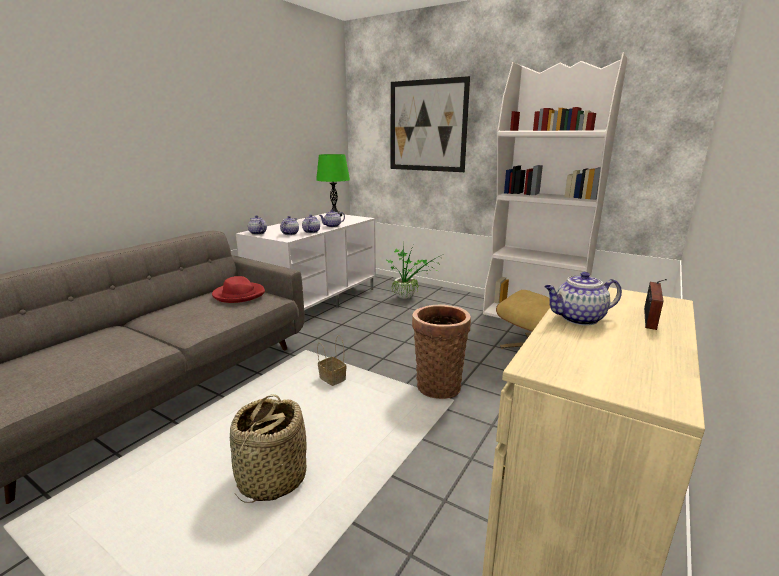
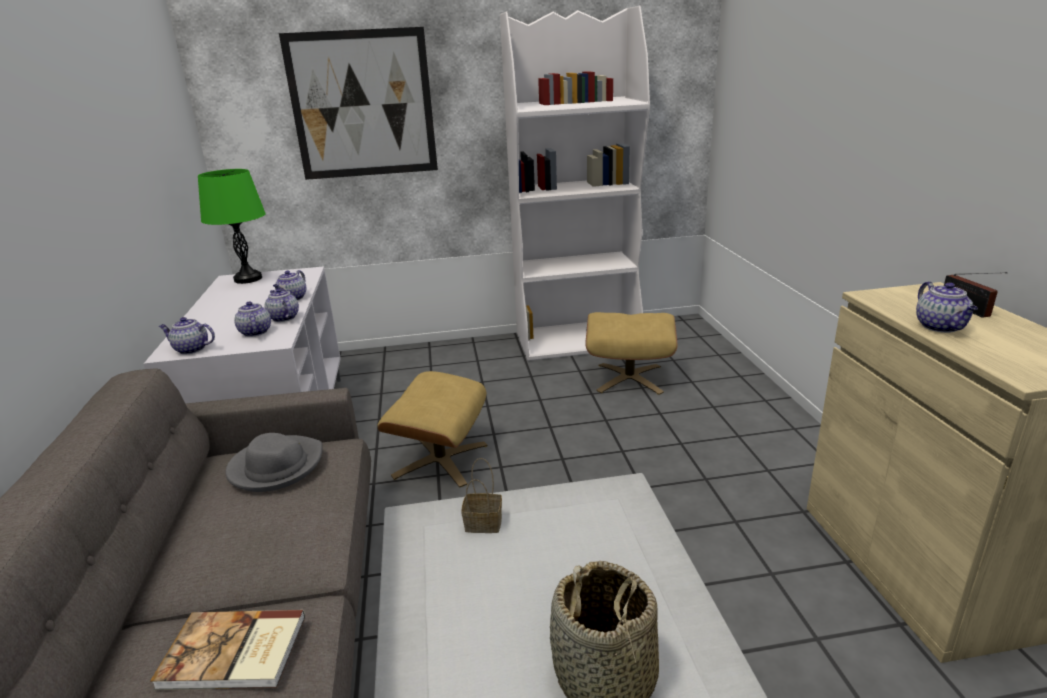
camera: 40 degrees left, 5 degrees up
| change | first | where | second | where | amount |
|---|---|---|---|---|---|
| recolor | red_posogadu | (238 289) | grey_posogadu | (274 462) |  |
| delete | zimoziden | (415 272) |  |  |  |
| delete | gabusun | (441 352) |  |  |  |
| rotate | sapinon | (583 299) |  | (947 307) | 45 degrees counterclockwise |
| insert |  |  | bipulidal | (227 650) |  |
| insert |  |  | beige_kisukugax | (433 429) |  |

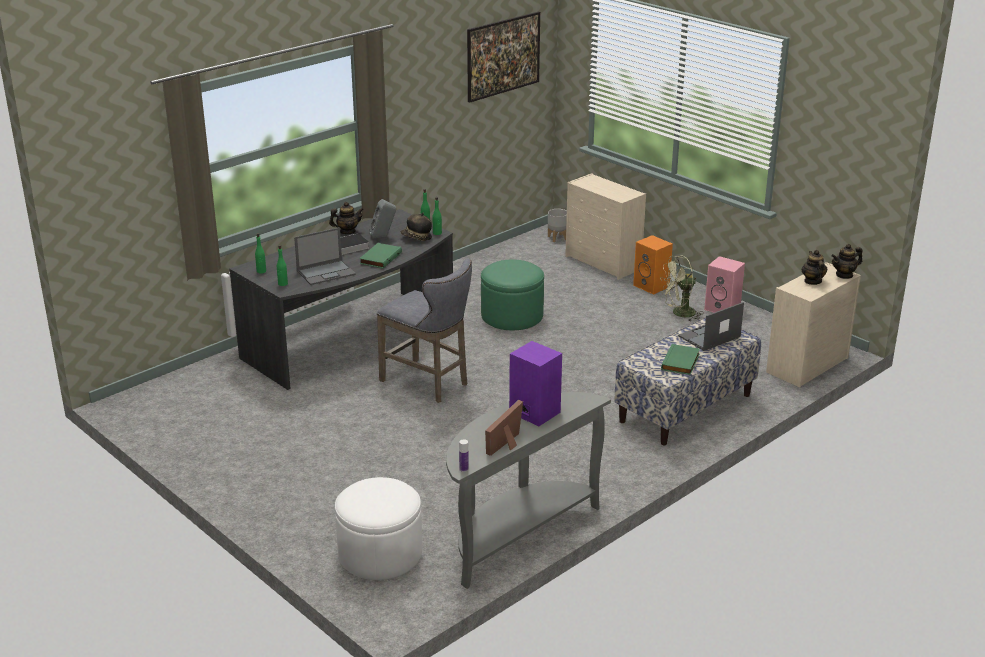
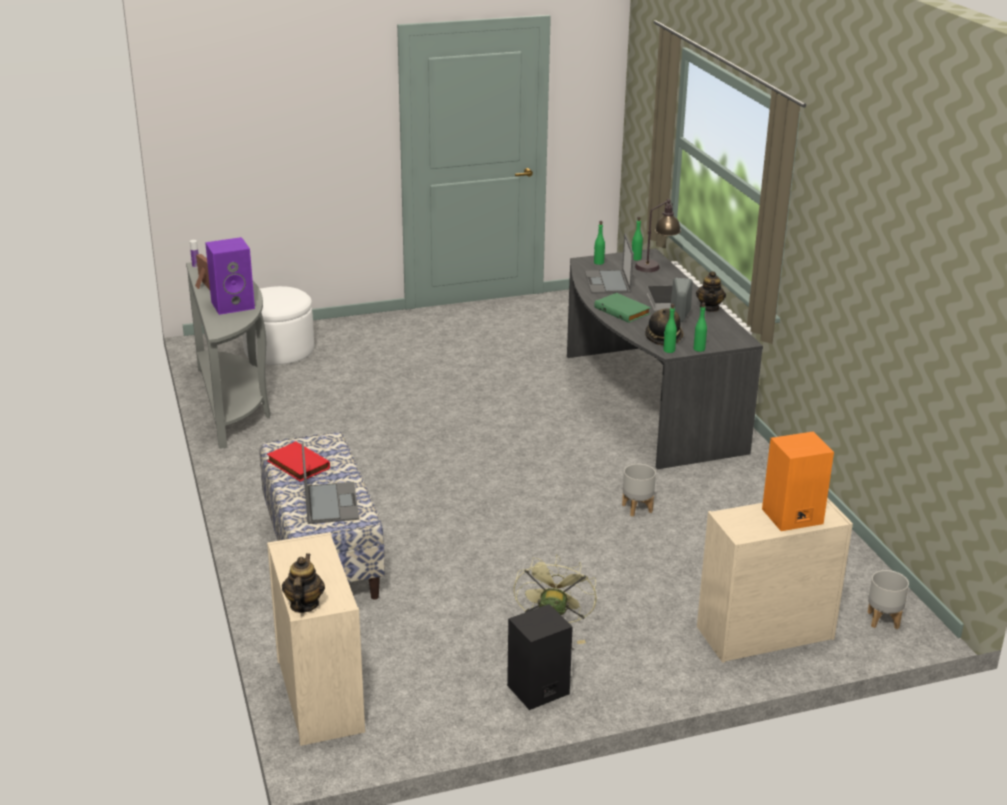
camera: 115 degrees right, 0 degrees up
| change | first | where | second | where | amount |
|---|---|---|---|---|---|
| delete | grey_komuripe | (424 330) |  |  |  |
| delete | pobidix | (503 57) |  |  |  |
| replace | green_kisukugax | (512 294) | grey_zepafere | (639 490) |  |
| move | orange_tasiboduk | (653 265) |  | (798 481) |  |
| recolor | green_bipulidal | (680 359) | red_bipulidal | (298 461) |  |
| recolor | pink_tasiboduk | (724 284) | black_tasiboduk | (540 657) |  |
| delete | sapinon | (814 267) |  |  |  |
| insert |  |  | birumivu | (658 235) |  |

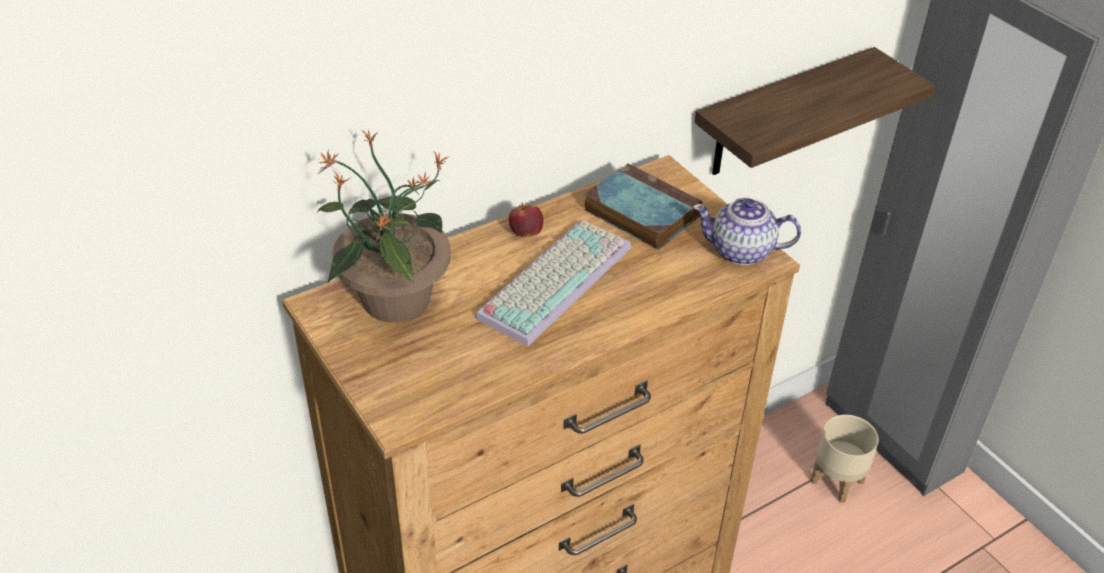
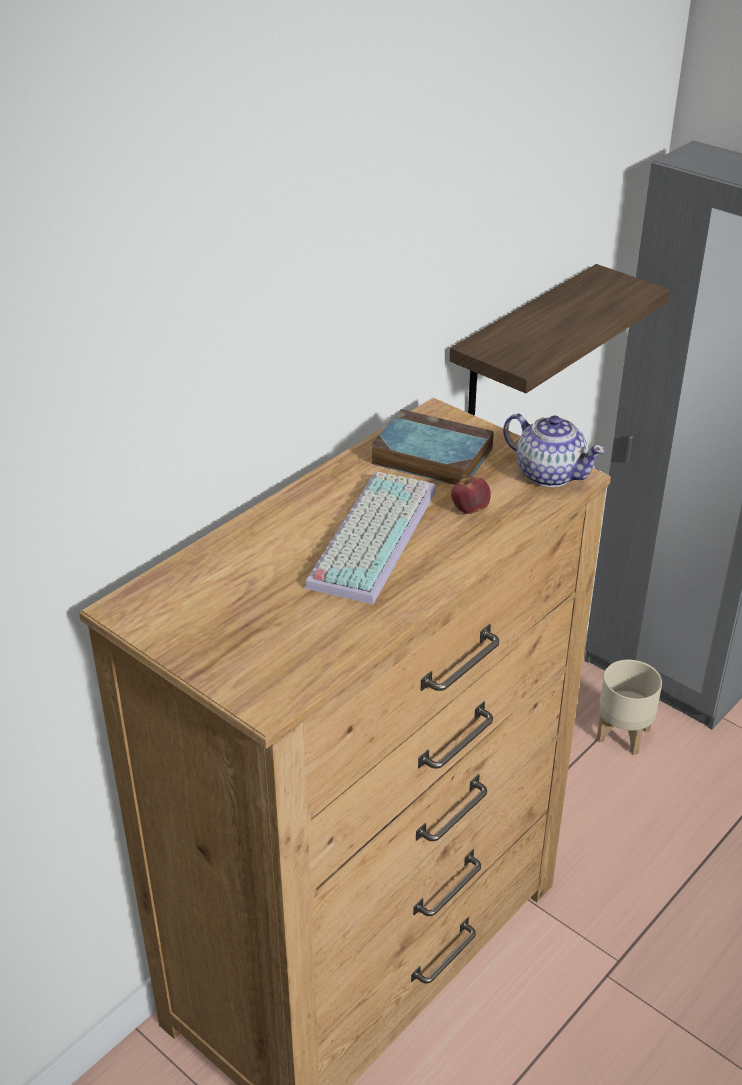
camera: 15 degrees left, 5 degrees down
| change | first | where | second | where | amount |
|---|---|---|---|---|---|
| delete | zimoziden | (383 225) |  |  |  |
| move | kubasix | (526 219) |  | (471 495) |  |
| rotate | sapinon | (747 231) |  | (554 450) | 135 degrees counterclockwise |

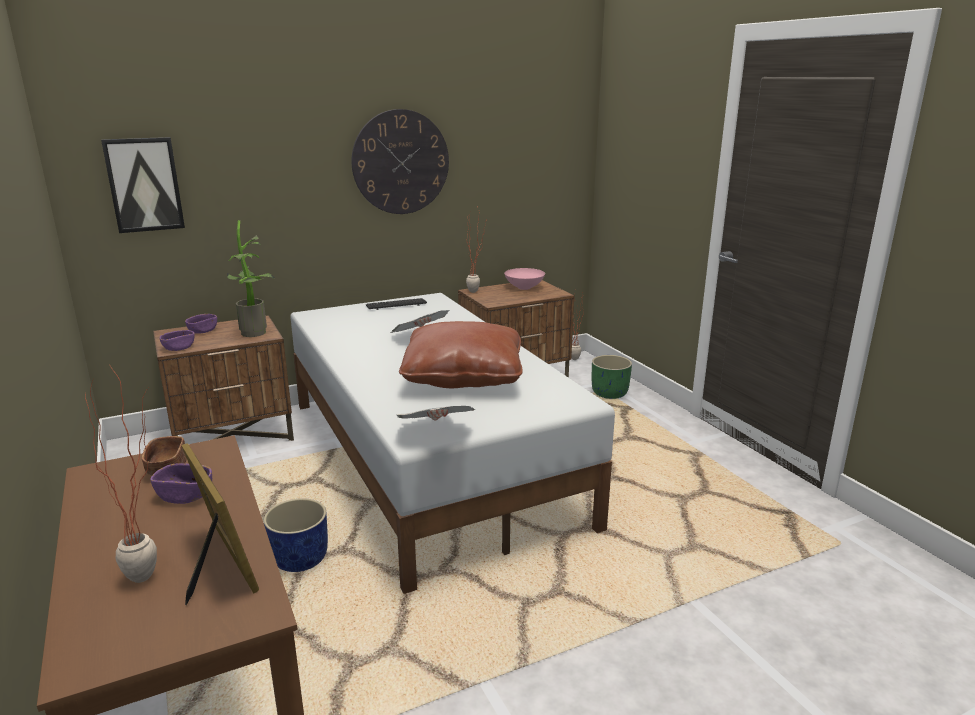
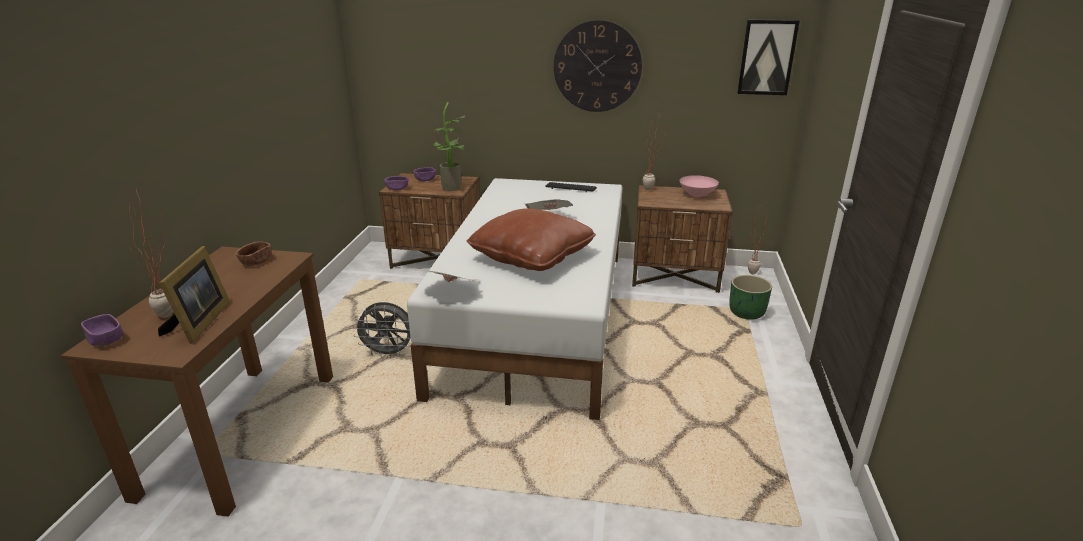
camera: 35 degrees right, 5 degrees up
| change | first | where | second | where | amount |
|---|---|---|---|---|---|
| move | pobidix | (143 185) |  | (768 57) |  |
| move | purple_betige | (181 483) |  | (102 330) |  |
| replace | blue_zepafere | (296 535) | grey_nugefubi | (381 330) |  |

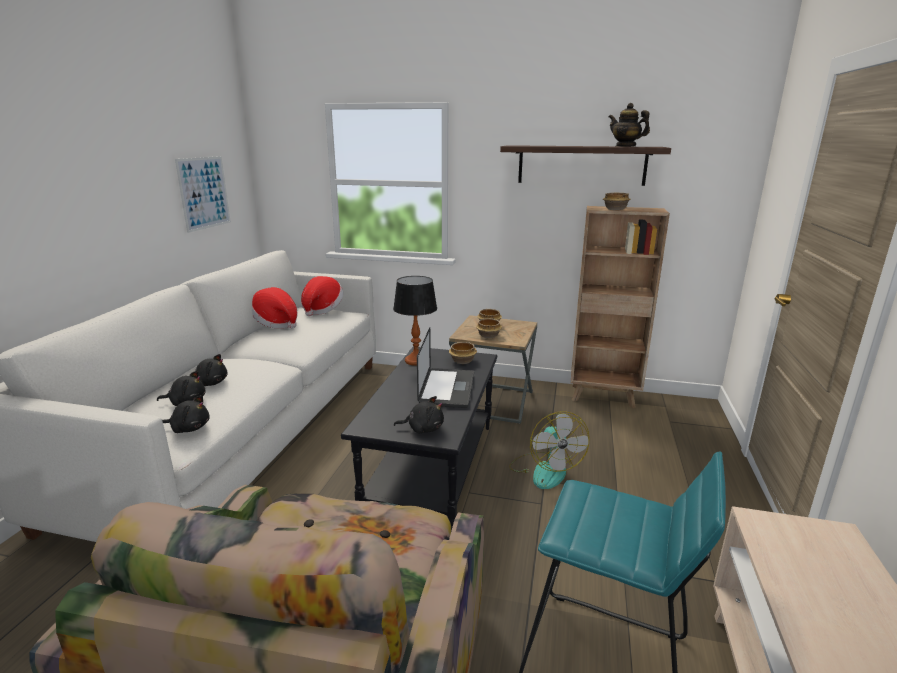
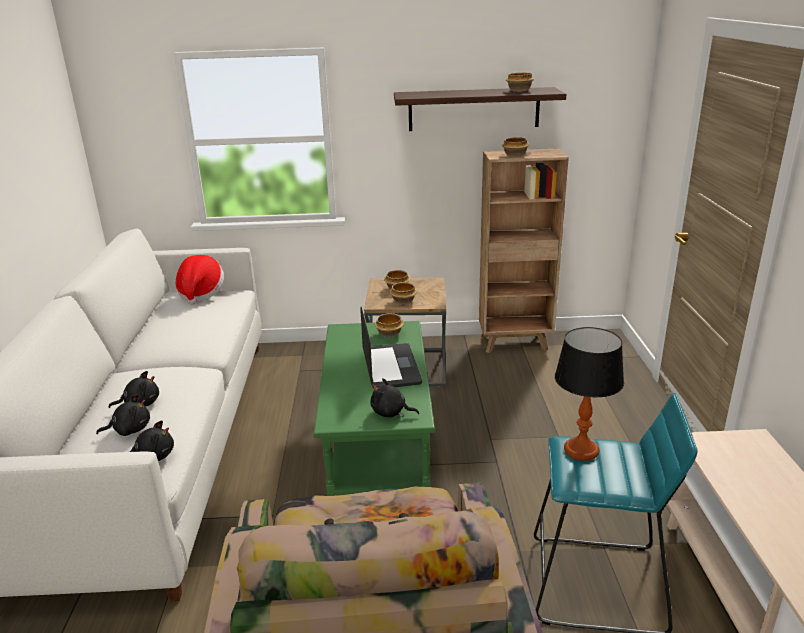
camera: 15 degrees left, 5 degrees up
| change | first | where | second | where | amount |
|---|---|---|---|---|---|
| delete | pobidix | (203 194) |  |  |  |
| delete | posogadu | (275 308) |  |  |  |
| recolor | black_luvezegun | (419 439) | green_luvezegun | (374 408) |  |
| move | birumivu | (415 321) |  | (589 394) |  |
| rotate | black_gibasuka | (419 414) |  | (394 397) | 150 degrees counterclockwise |
| delete | nugefubi | (549 450) |  |  |  |
| replace | sapinon | (629 125) | betige | (520 82) |  |

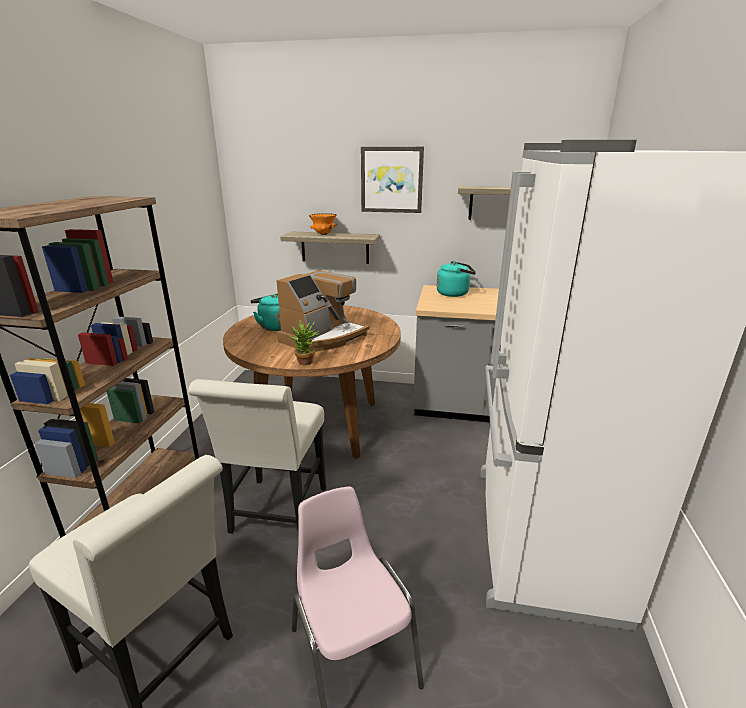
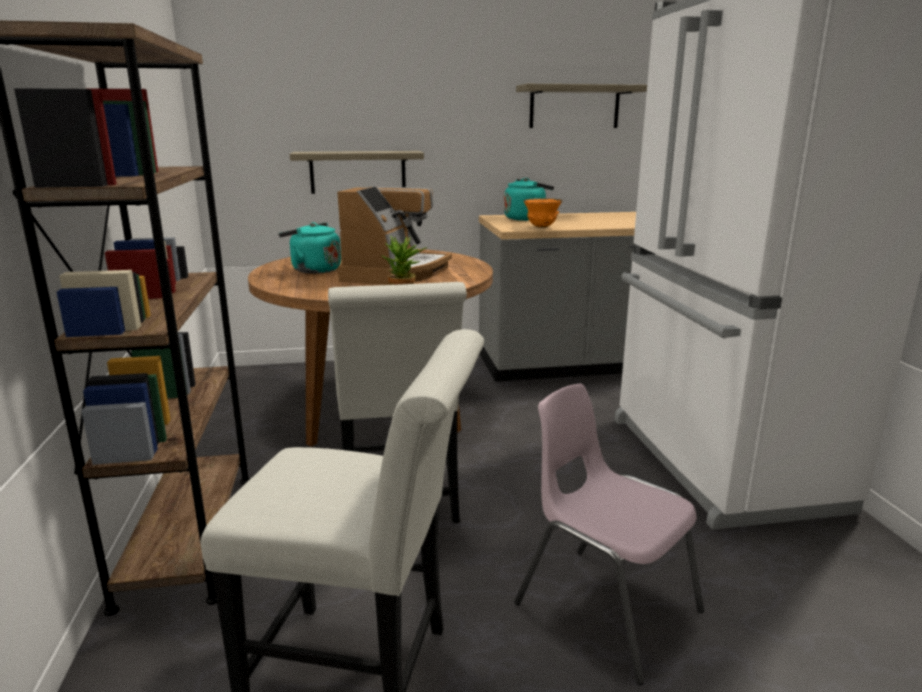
camera: 20 degrees left, 5 degrees down
| change | first | where | second | where | amount |
|---|---|---|---|---|---|
| move | orange_betige | (323 224) |  | (542 213) |  |
| delete | pobidix | (392 180) |  |  |  |

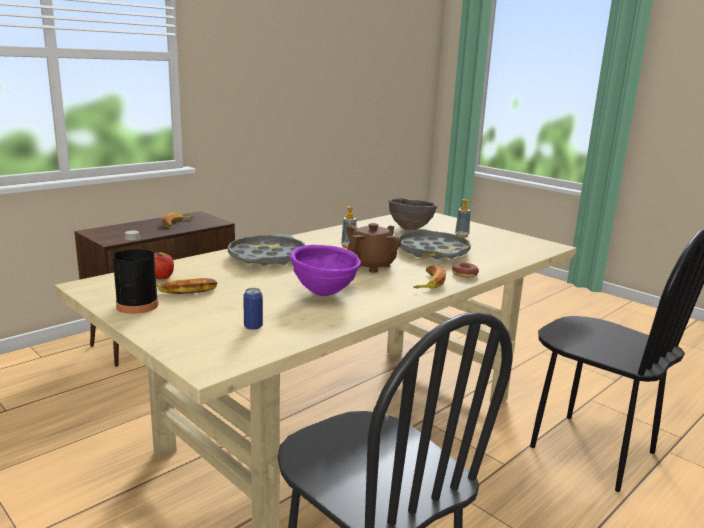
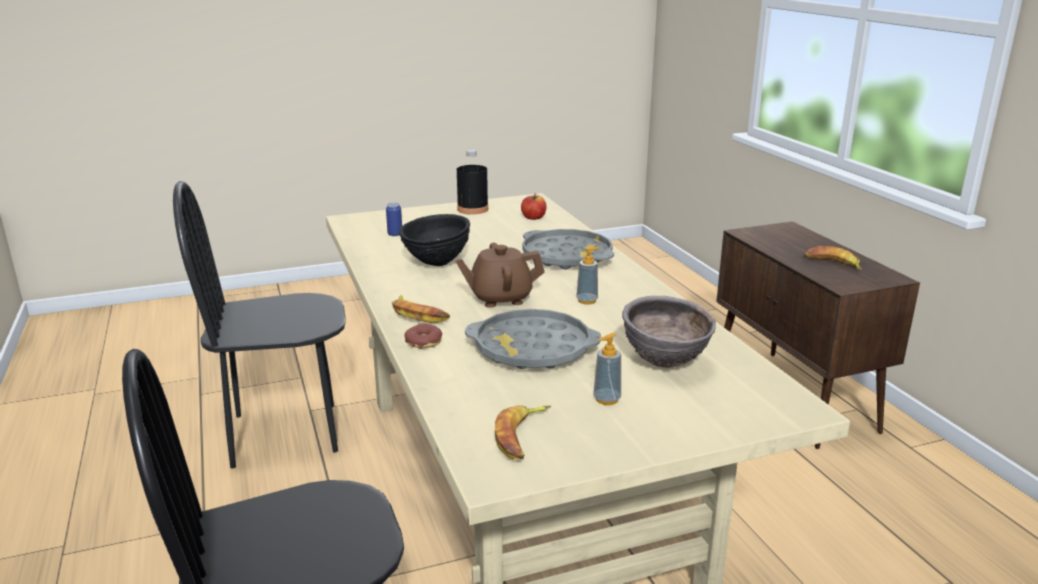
camera: 115 degrees right, 5 degrees up
| change | first | where | second | where | amount |
|---|---|---|---|---|---|
| move | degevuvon | (186 286) |  | (523 432) |  |
| recolor | purple_betige | (325 270) | black_betige | (434 240) |  |
| rotate | brown_sapinon | (374 247) |  | (500 275) | 105 degrees clockwise |

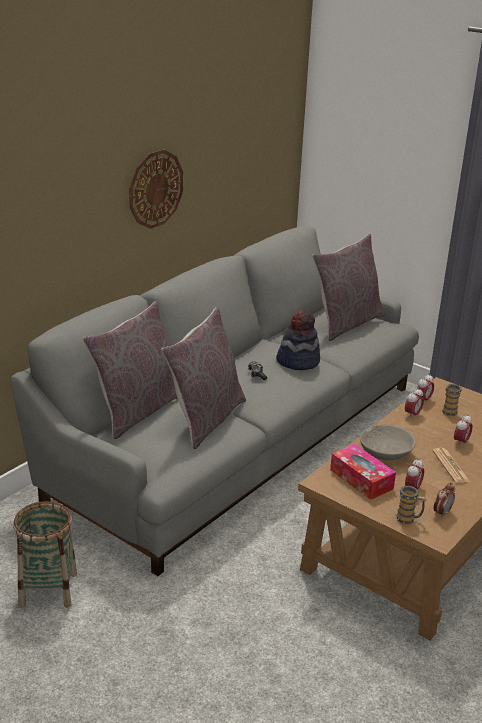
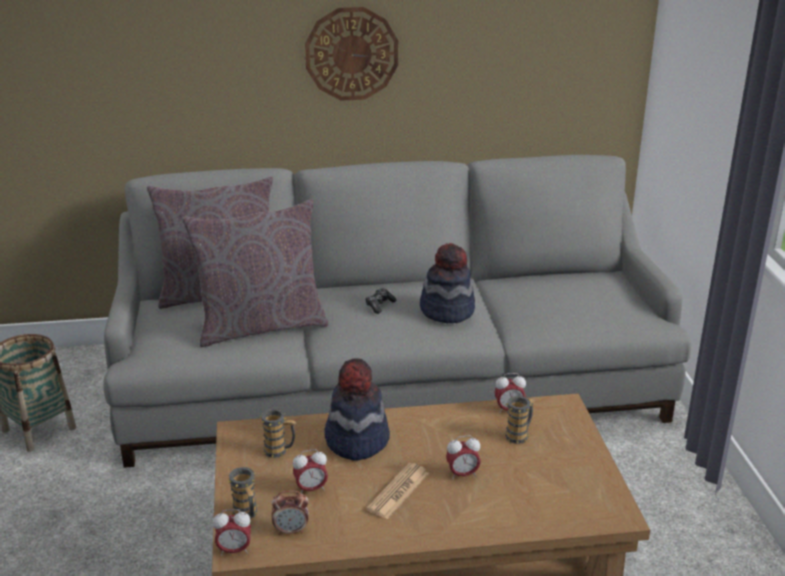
camera: 45 degrees right, 0 degrees up
| change | first | where | second | where | amount |
|---|---|---|---|---|---|
| delete | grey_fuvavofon | (348 287) |  |  |  |
| replace | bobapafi | (363 472) | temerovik | (278 433) |  |
| replace | grey_betige | (387 442) | posogadu | (357 409) |  |
| move | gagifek | (414 403) |  | (232 532) |  |

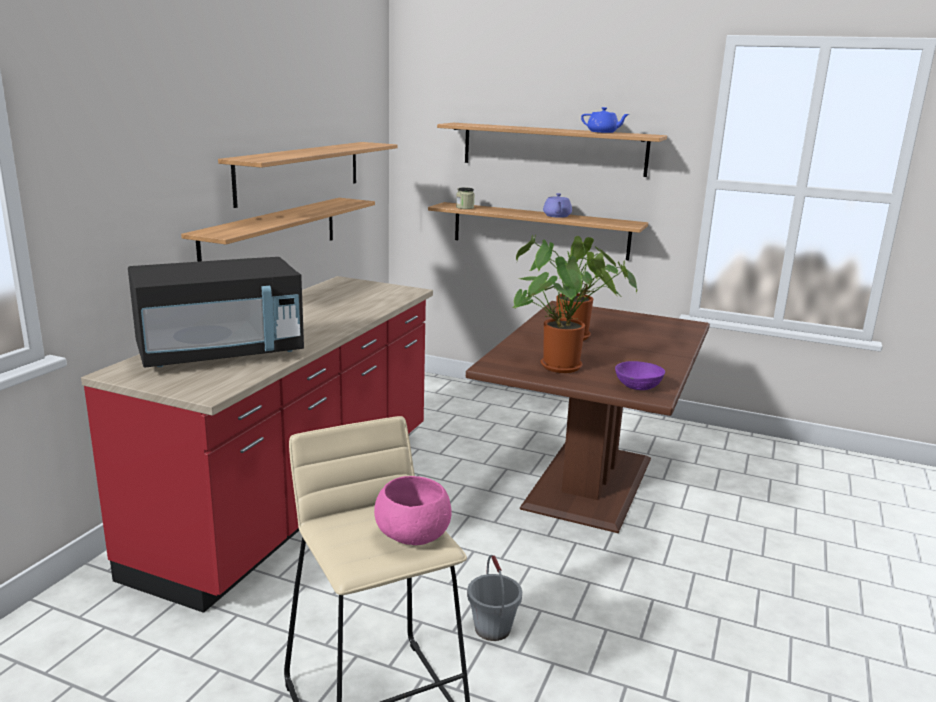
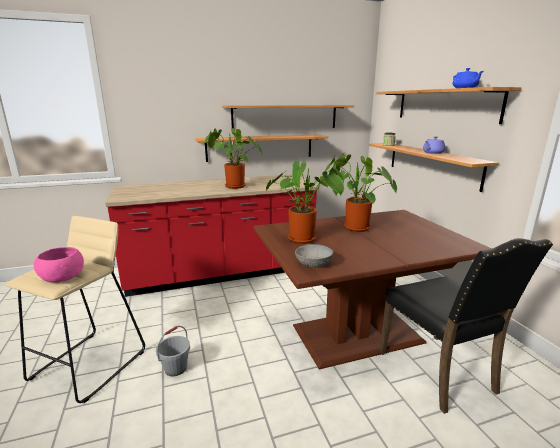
camera: 50 degrees right, 0 degrees up
| change | first | where | second | where | amount |
|---|---|---|---|---|---|
| delete | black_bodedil | (216 312) |  |  |  |
| recolor | purple_betige | (640 375) | grey_betige | (314 255) |  |
| insert |  |  | zimoziden | (233 158) |  |
| insert |  |  | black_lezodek | (466 326) |  |

